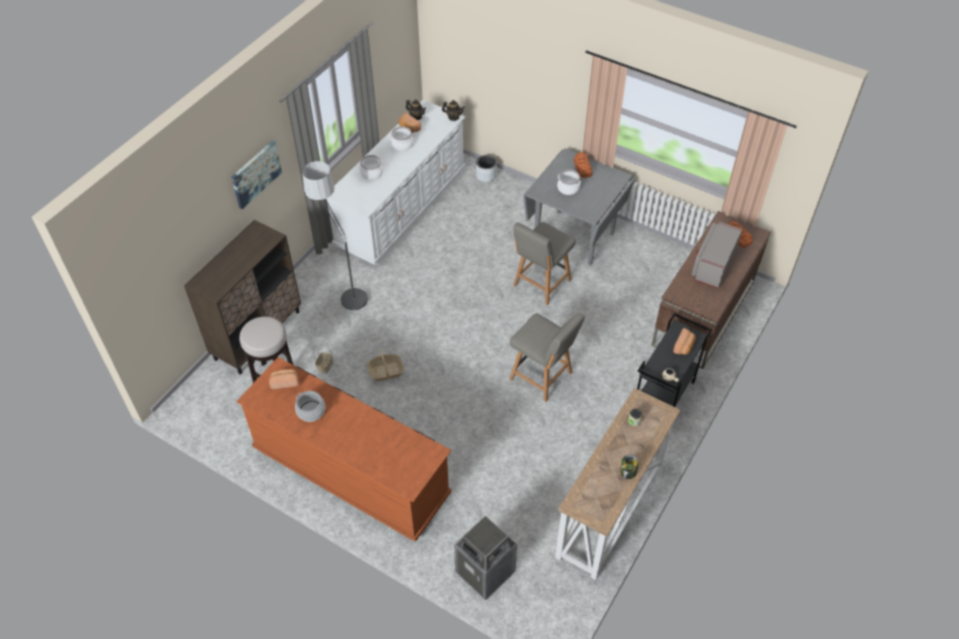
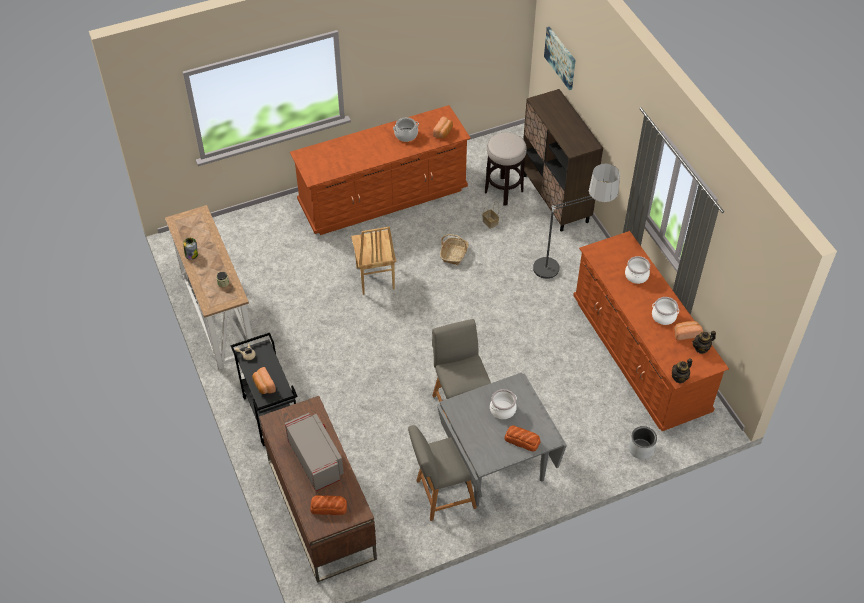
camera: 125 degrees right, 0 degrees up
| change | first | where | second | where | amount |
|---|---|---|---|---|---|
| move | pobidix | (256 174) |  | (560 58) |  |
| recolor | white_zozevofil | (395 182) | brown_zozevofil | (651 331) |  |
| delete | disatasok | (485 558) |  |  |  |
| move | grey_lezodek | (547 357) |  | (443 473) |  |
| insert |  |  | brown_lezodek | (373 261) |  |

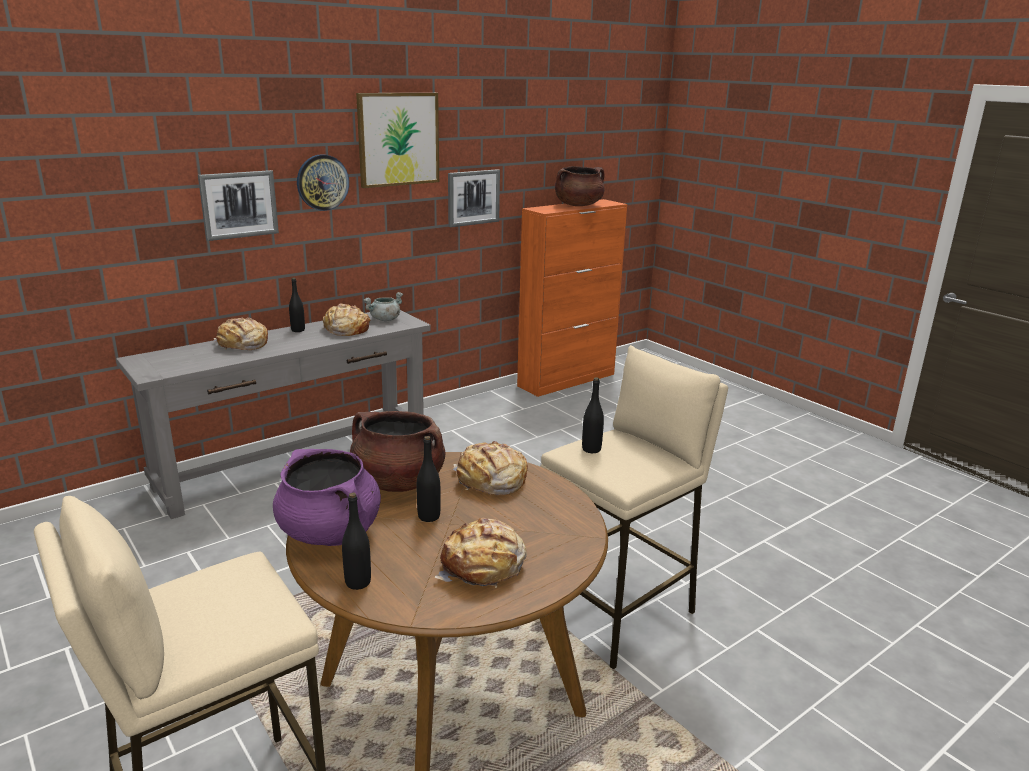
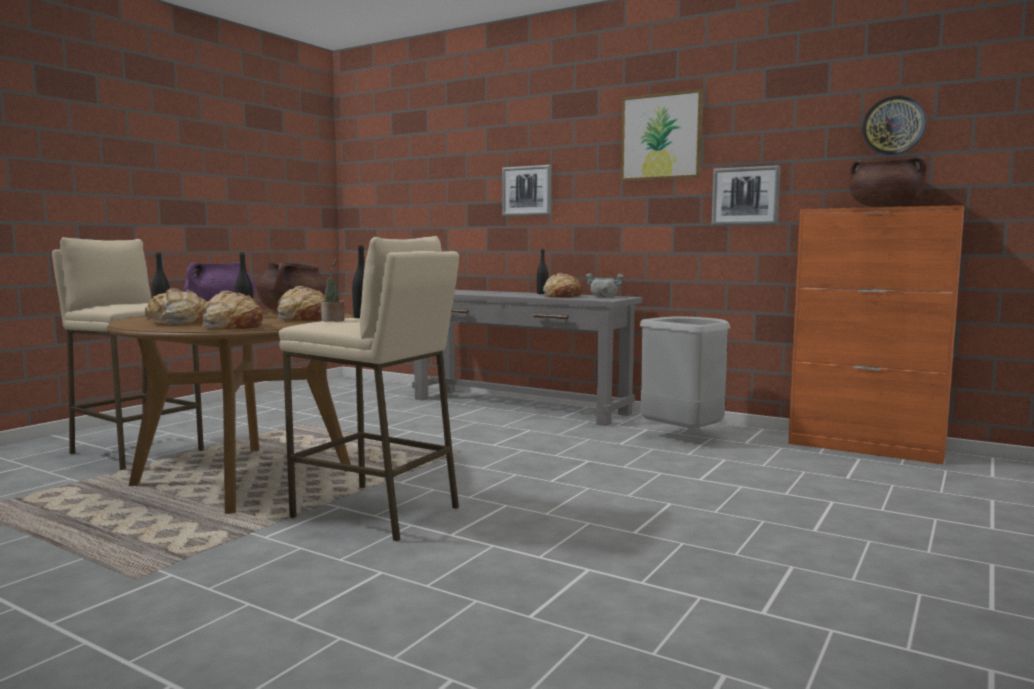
camera: 70 degrees right, 15 degrees down
| change | first | where | second | where | amount |
|---|---|---|---|---|---|
| move | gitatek | (240 333) |  | (232 309) |  |
| move | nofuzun | (323 182) |  | (894 125) |  |
| insert |  |  | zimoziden | (332 290) |  |
| insert |  |  | grey_disatasok | (685 373) |  |

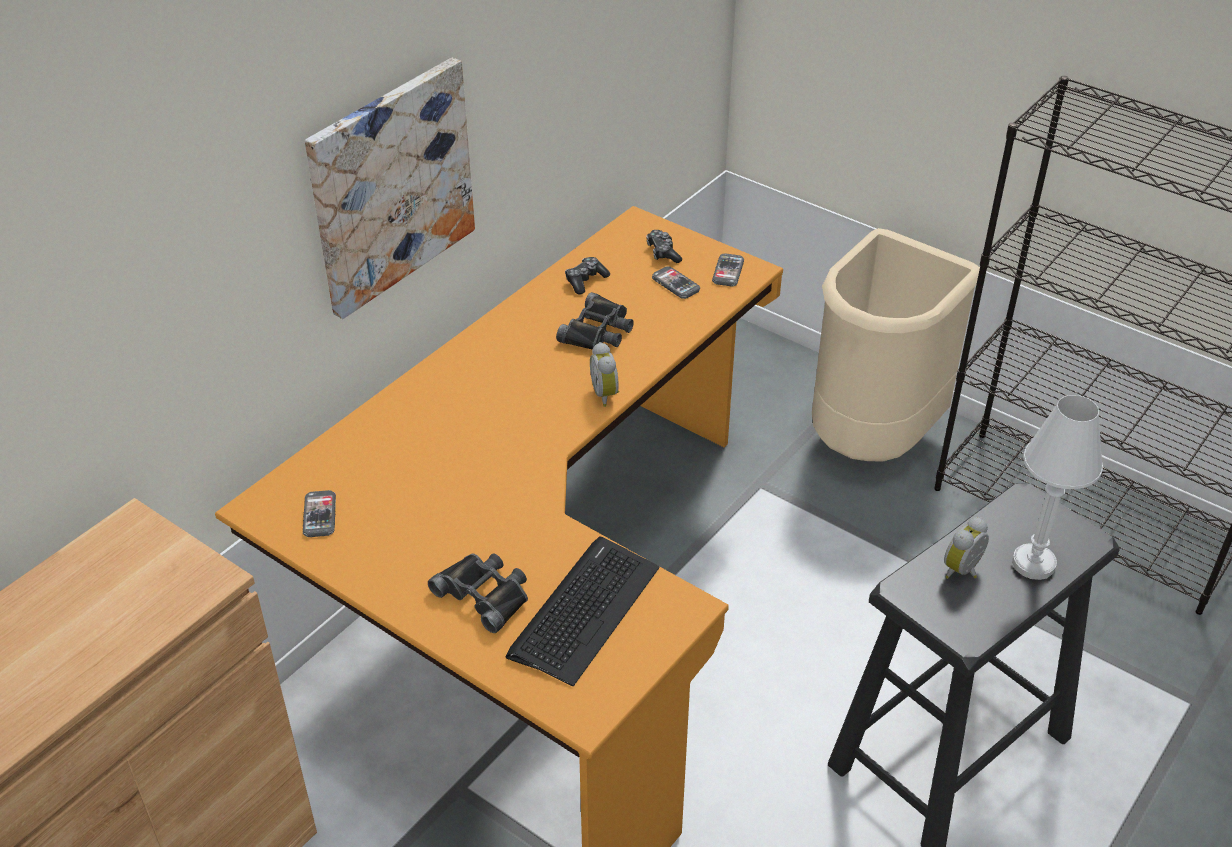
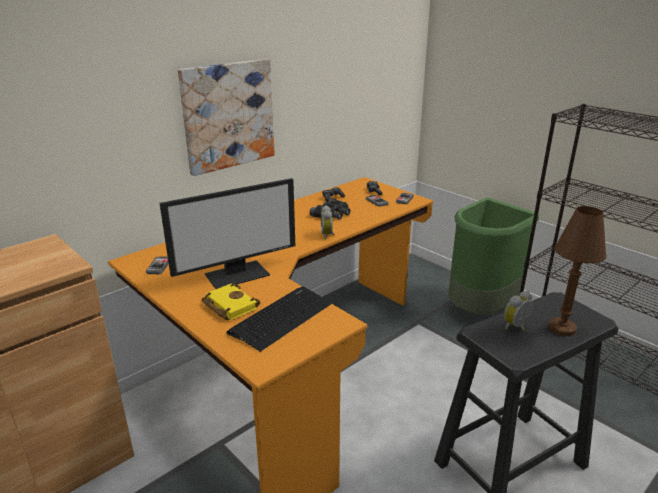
camera: 10 degrees right, 15 degrees down
| change | first | where | second | where | amount |
|---|---|---|---|---|---|
| replace | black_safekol | (478 593) | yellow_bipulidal | (231 301) |  |
| recolor | beige_disatasok | (896 344) | green_disatasok | (494 256) |  |
| recolor | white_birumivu | (1057 487) | brown_birumivu | (577 271) |  |
| insert |  |  | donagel | (227 233) |  |

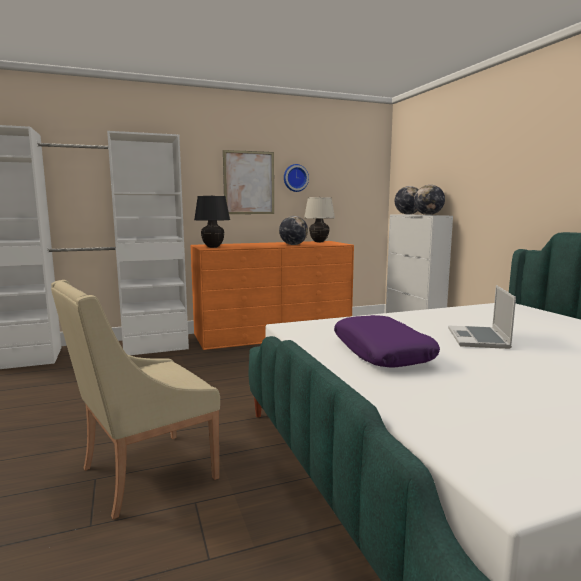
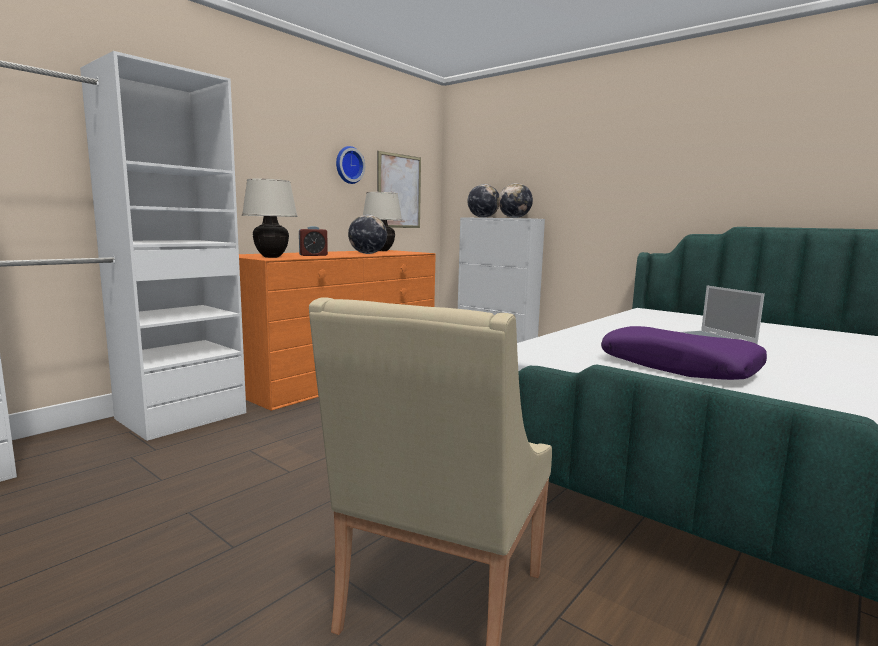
camera: 30 degrees left, 0 degrees up
| change | first | where | second | where | amount |
|---|---|---|---|---|---|
| recolor | black_birumivu | (212 221) | beige_birumivu | (270 218) |  |
| move | pobidix | (248 182) |  | (399 189) |  |
| insert |  |  | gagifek | (313 241) |  |

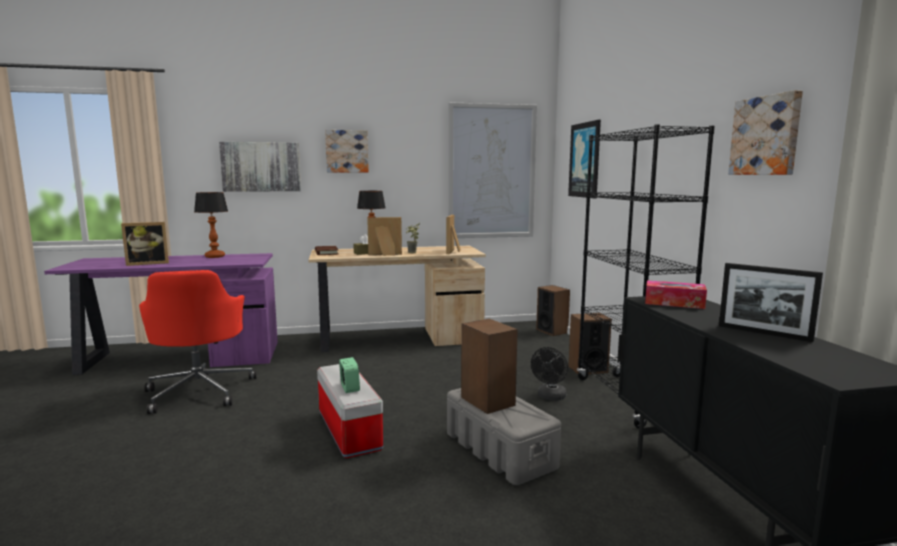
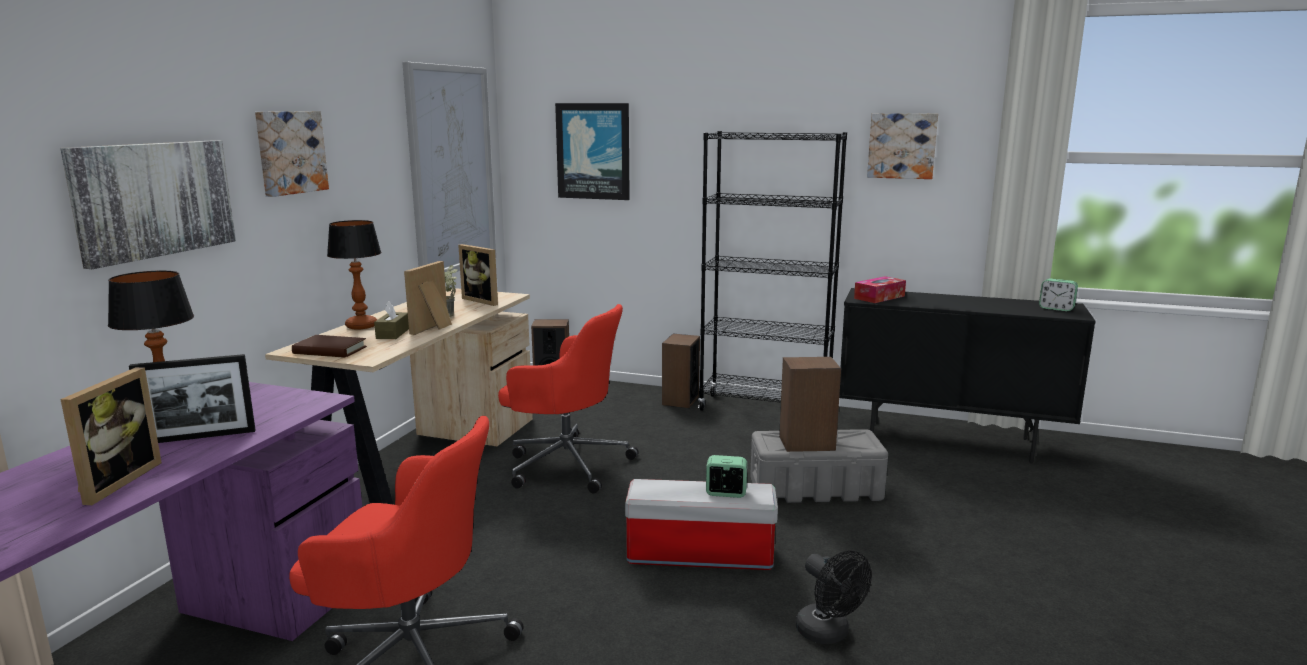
camera: 60 degrees left, 5 degrees up
| change | first | where | second | where | amount |
|---|---|---|---|---|---|
| move | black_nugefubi | (549 374) |  | (834 597) |  |
| move | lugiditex | (771 302) |  | (192 398) |  |
| insert |  |  | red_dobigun | (568 398) |  |
| insert |  |  | gagifek | (1058 295) |  |

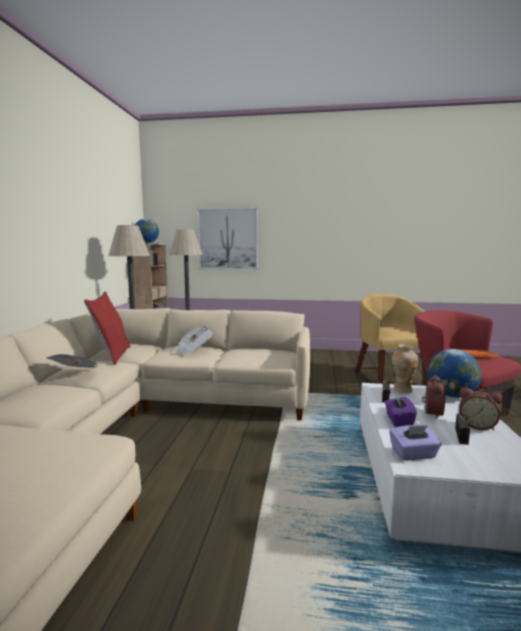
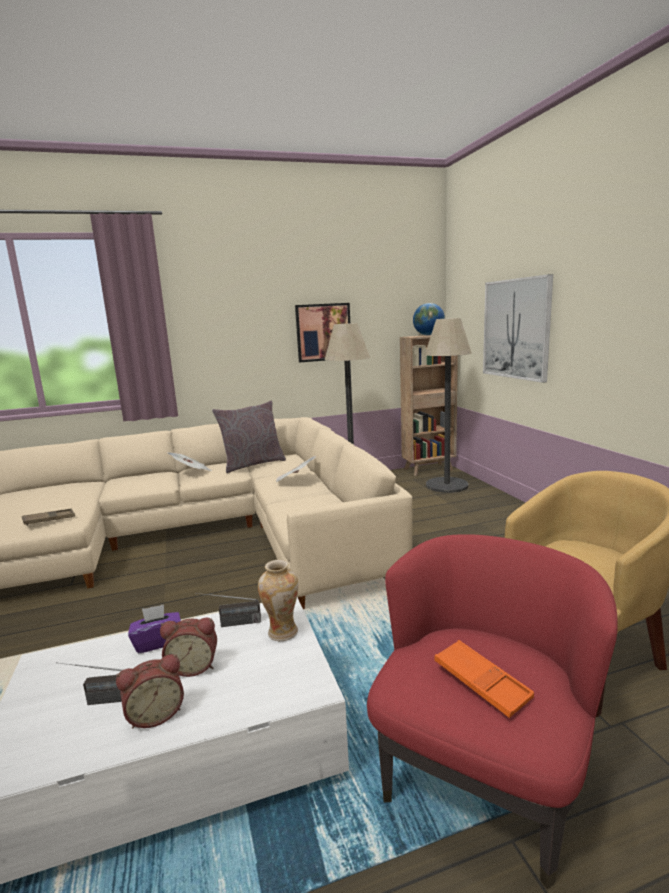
camera: 65 degrees right, 5 degrees up
| change | first | where | second | where | amount |
|---|---|---|---|---|---|
| recolor | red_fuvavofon | (107 328) | grey_fuvavofon | (249 436) |  |
| delete | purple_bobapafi | (415 443) |  |  |  |
| delete | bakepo | (455 373) |  |  |  |
| rotate | gagifek | (480 409) |  | (150 691) | 120 degrees counterclockwise |
| insert |  |  | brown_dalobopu | (48 517) |  |
| insert |  |  | pobidix | (322 332) |  |

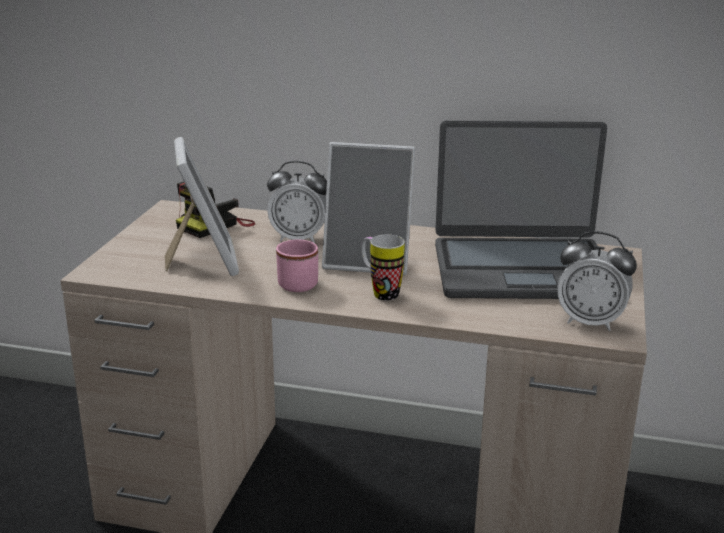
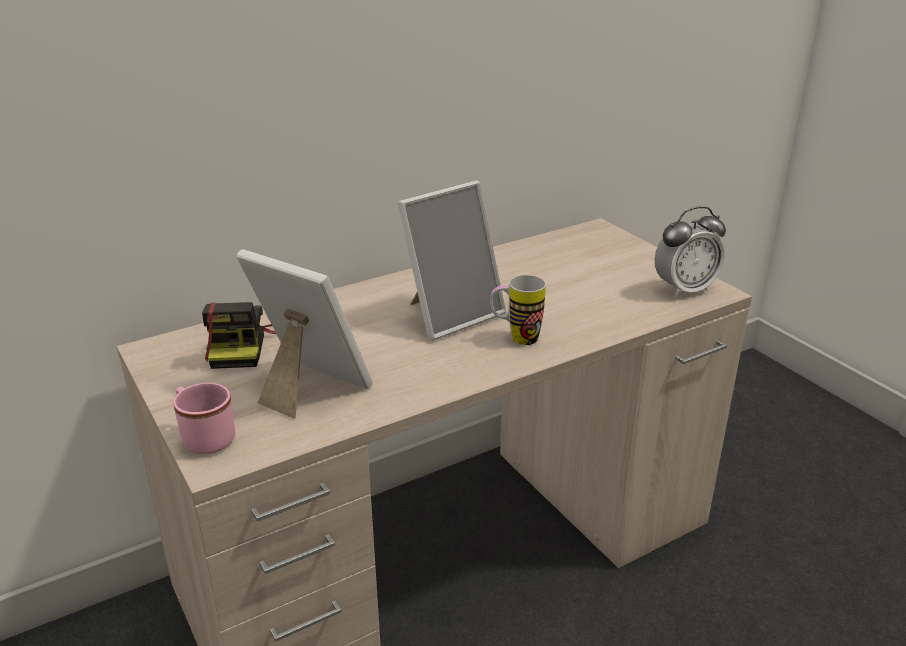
camera: 45 degrees left, 5 degrees up
| change | first | where | second | where | amount |
|---|---|---|---|---|---|
| delete | gagifek | (297 202) |  |  |  |
| move | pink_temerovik | (297 265) |  | (204 418) |  |
| delete | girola | (521 210) |  |  |  |

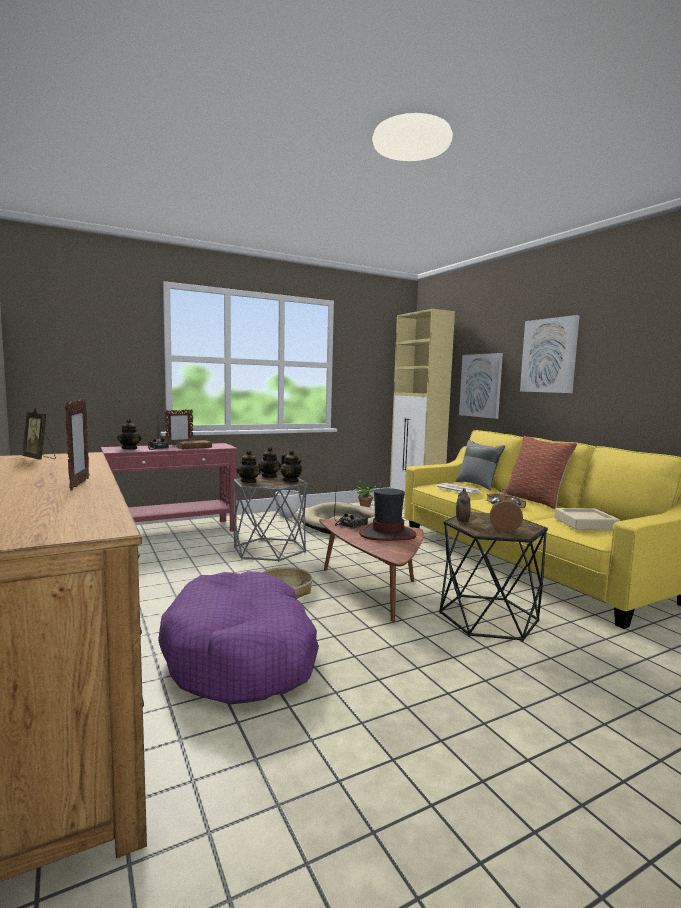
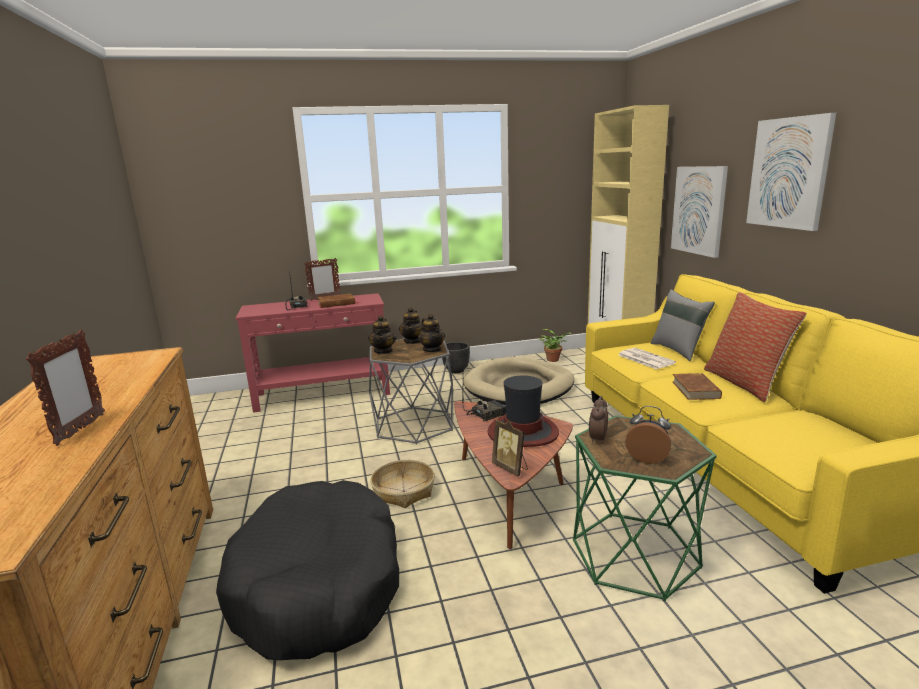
camera: 15 degrees right, 10 degrees up
| change | first | where | second | where | amount |
|---|---|---|---|---|---|
| move | lugiditex | (39 433) |  | (510 447) |  |
| delete | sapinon | (129 434) |  |  |  |
| recolor | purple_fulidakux | (238 637) | black_fulidakux | (307 570) |  |
| recolor | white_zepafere | (287 503) | black_zepafere | (456 357) |  |
| recolor | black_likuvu | (493 577) | green_likuvu | (645 508) |  |
| delete | beige_dalobopu | (587 519) |  |  |  |

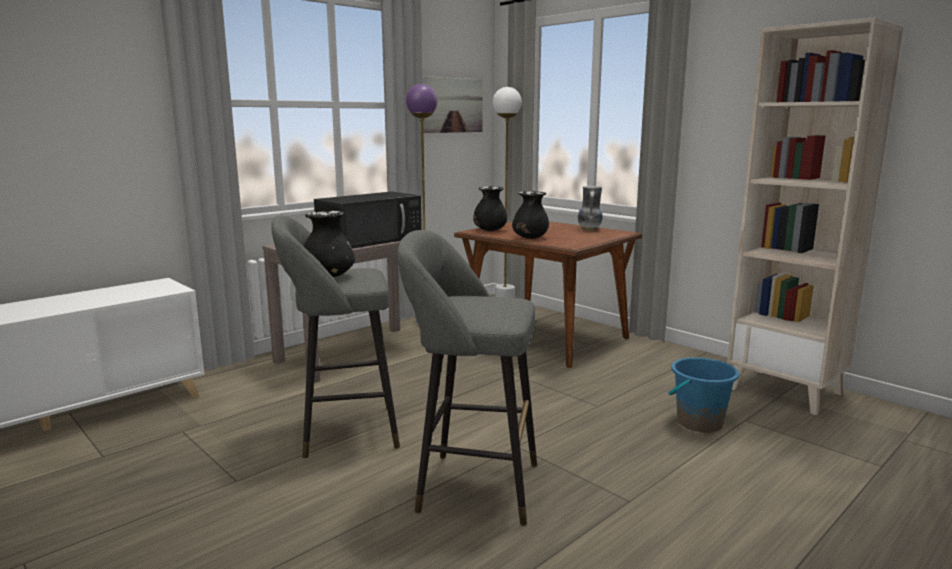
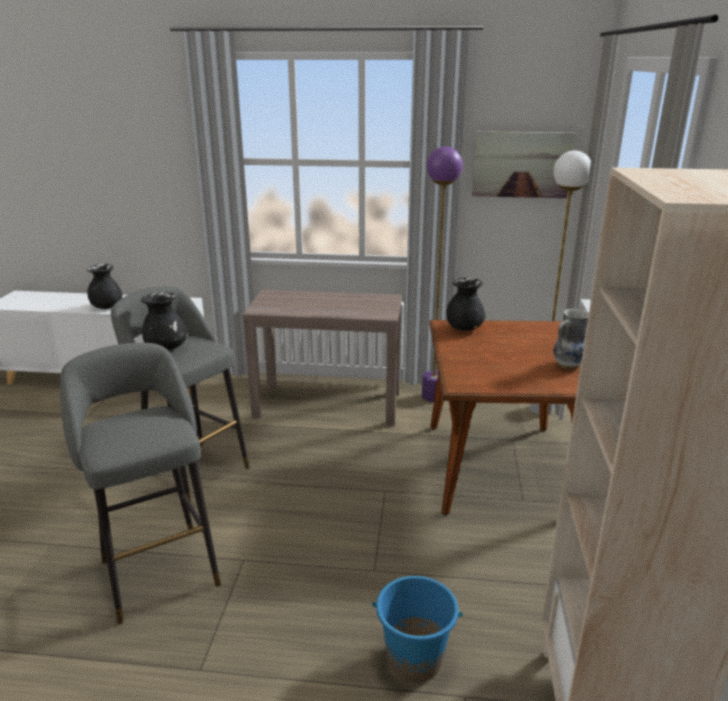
camera: 50 degrees right, 10 degrees up
| change | first | where | second | where | amount |
|---|---|---|---|---|---|
| delete | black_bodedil | (368 220) |  |  |  |
| move | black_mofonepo | (530 215) |  | (104 286) |  |

